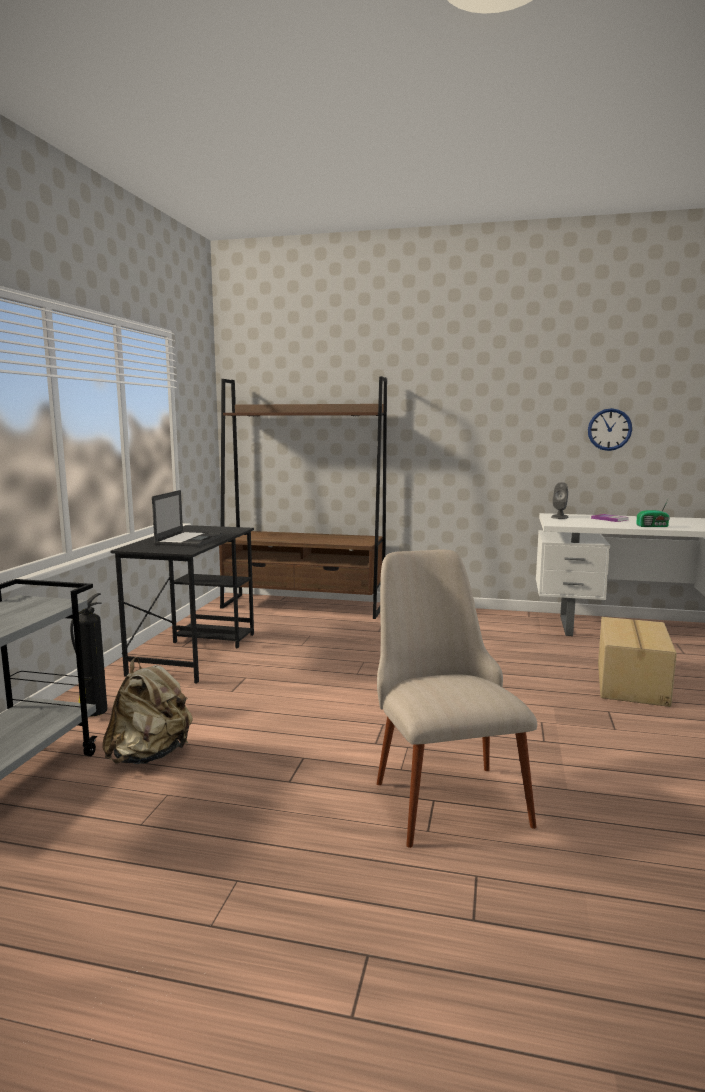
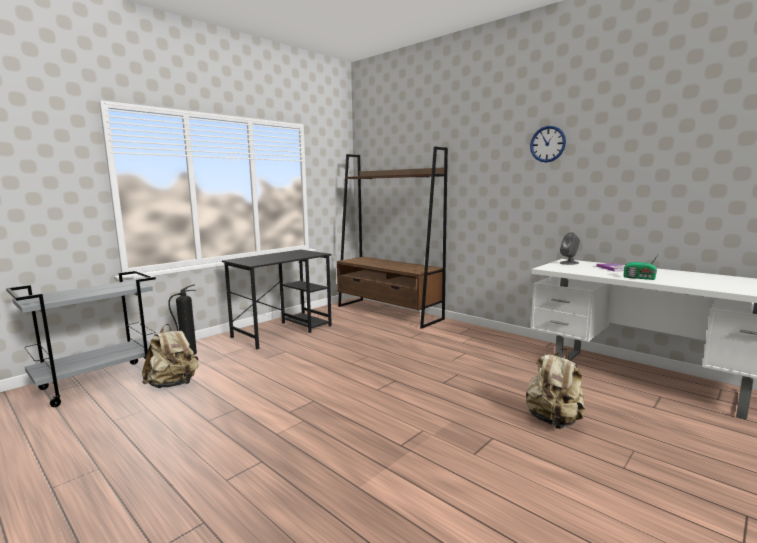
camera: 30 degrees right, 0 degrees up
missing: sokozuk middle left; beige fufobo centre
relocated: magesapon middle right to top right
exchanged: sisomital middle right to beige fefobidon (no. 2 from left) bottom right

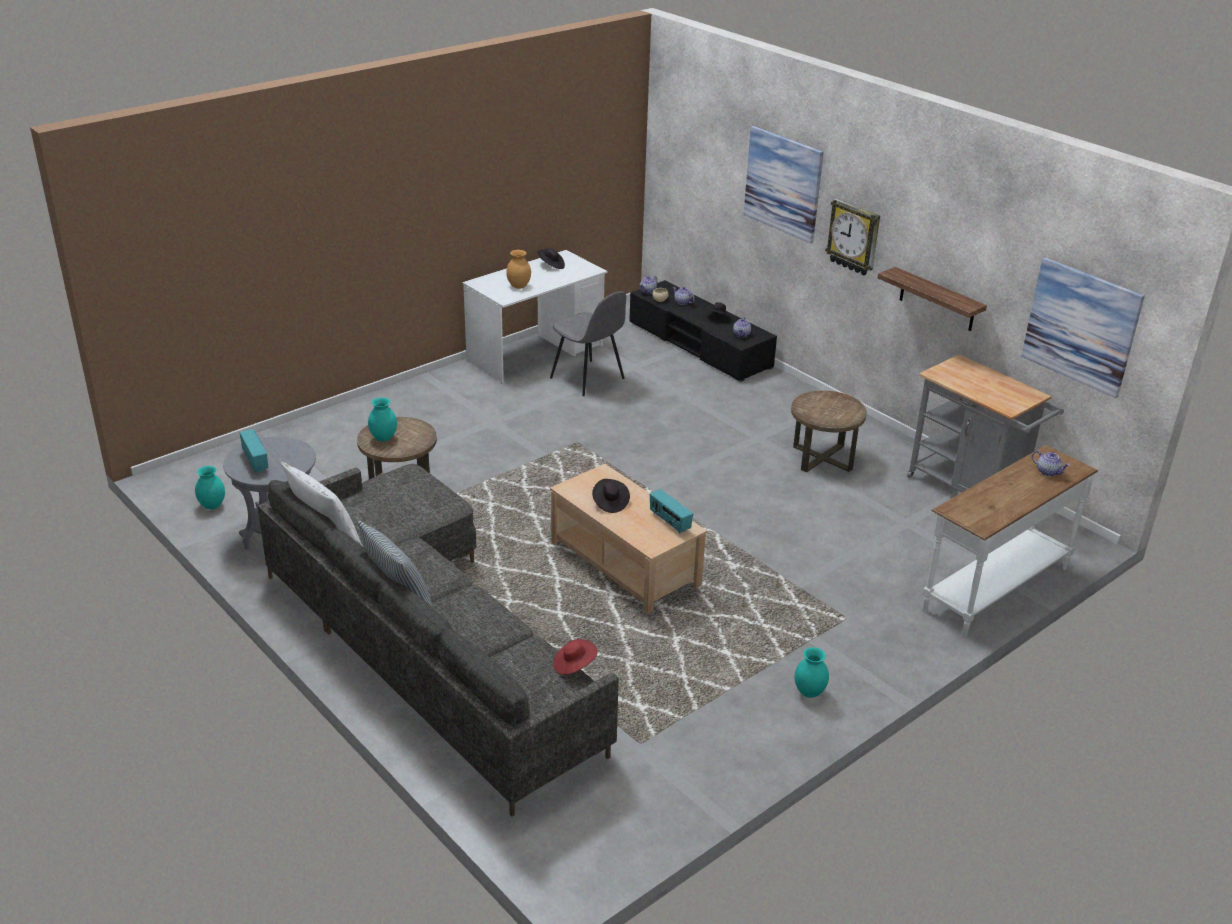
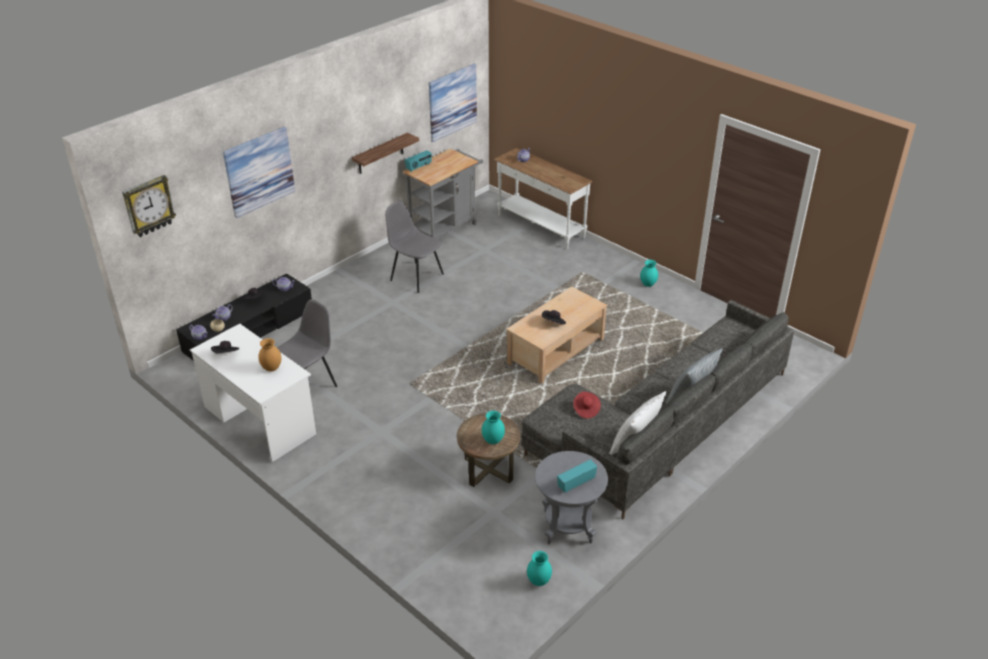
camera: 95 degrees left, 5 degrees up
relocated: magesapon top right to top left; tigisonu (no. 2 from left in the first image) centre to tigisonu (no. 1 from left) top centre; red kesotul bottom centre to centre
exchanged: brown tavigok (no. 2 from left) middle right to grey fufobo (no. 2 from left) centre

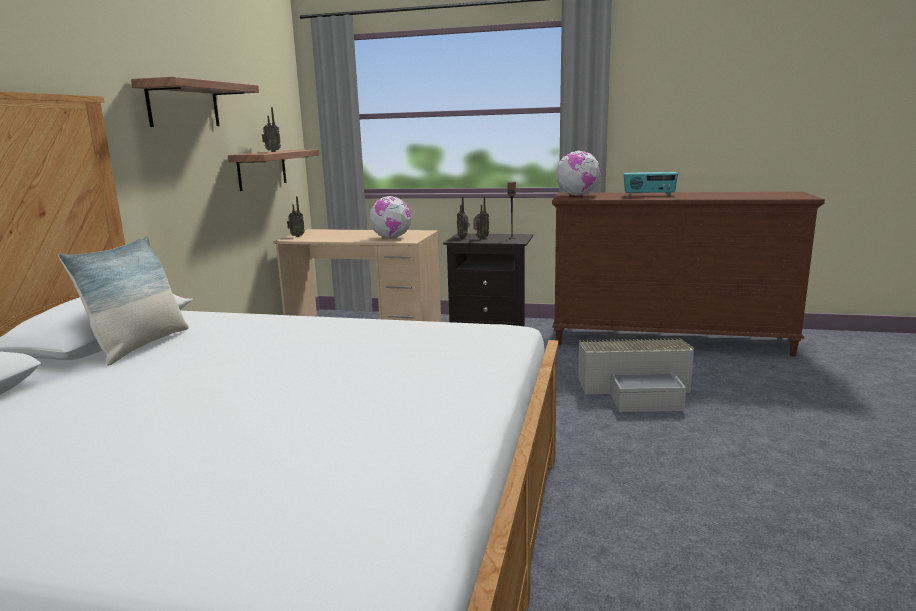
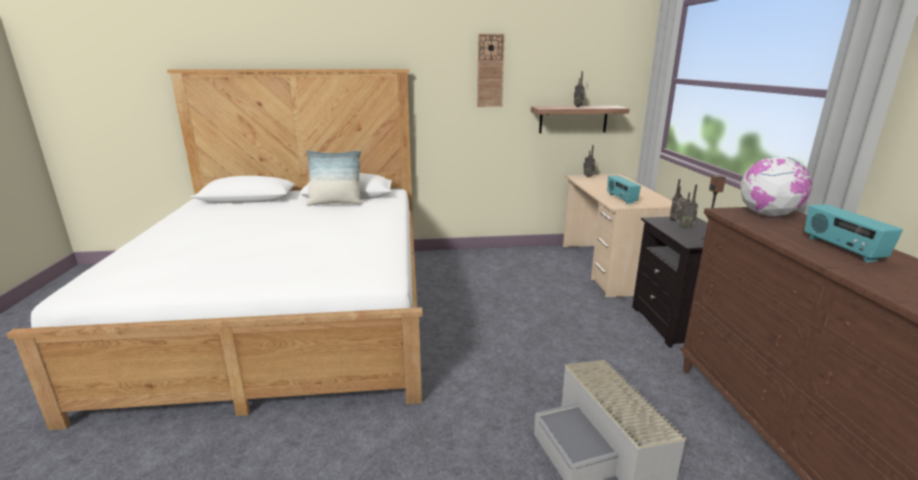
camera: 70 degrees right, 5 degrees up
exchanged: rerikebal (no. 1 from left) top left to magesapon top centre; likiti (no. 1 from left) centre to tigisonu (no. 3 from left) middle right

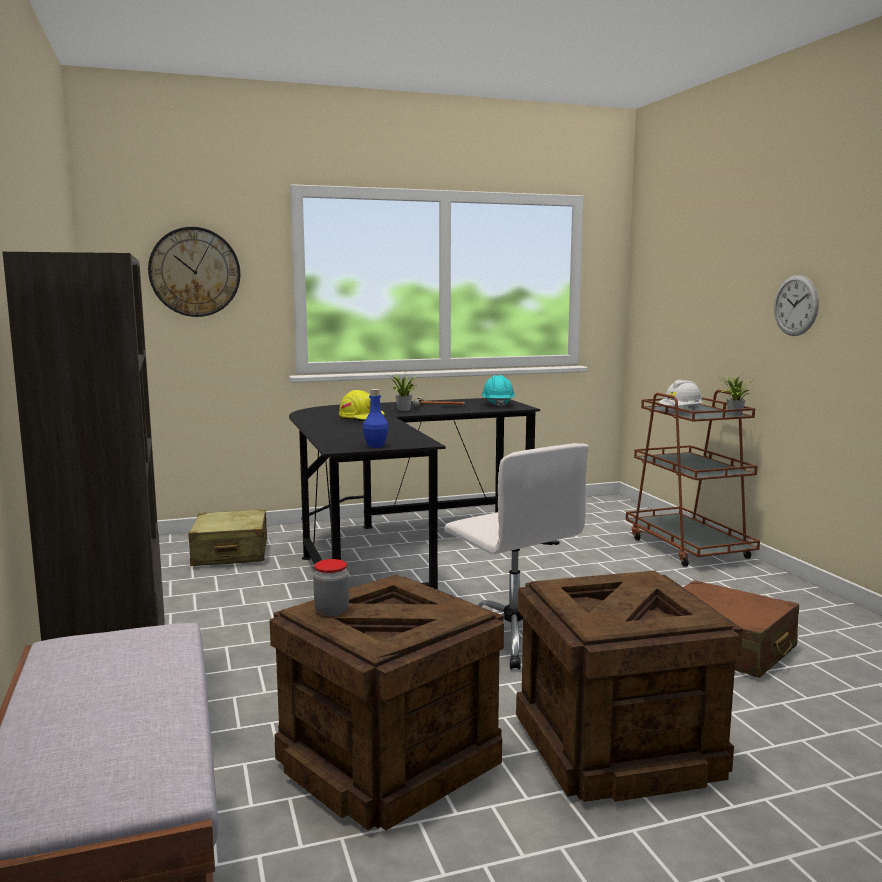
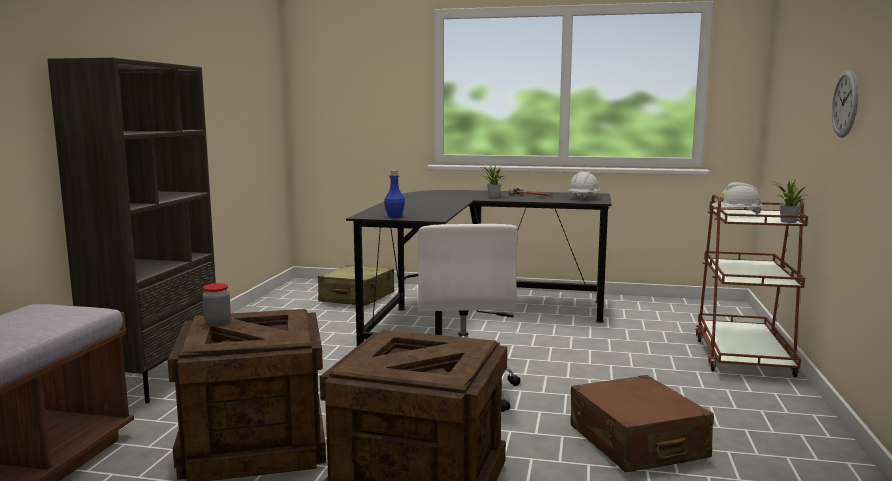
camera: 30 degrees right, 0 degrees up
missing: magesapon (no. 1 from left) top left; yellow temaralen centre
colour: turquoise temaralen centre to white temaralen (no. 1 from left) centre

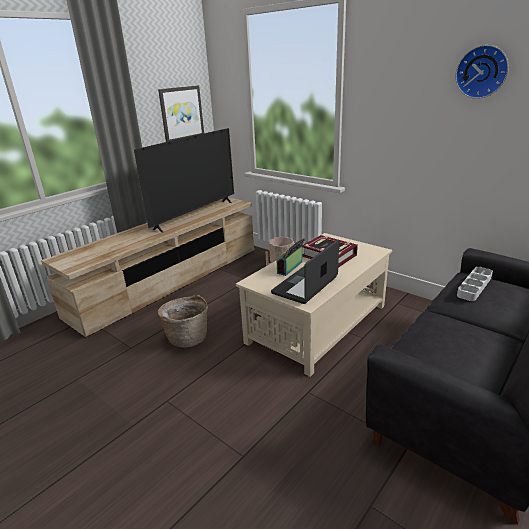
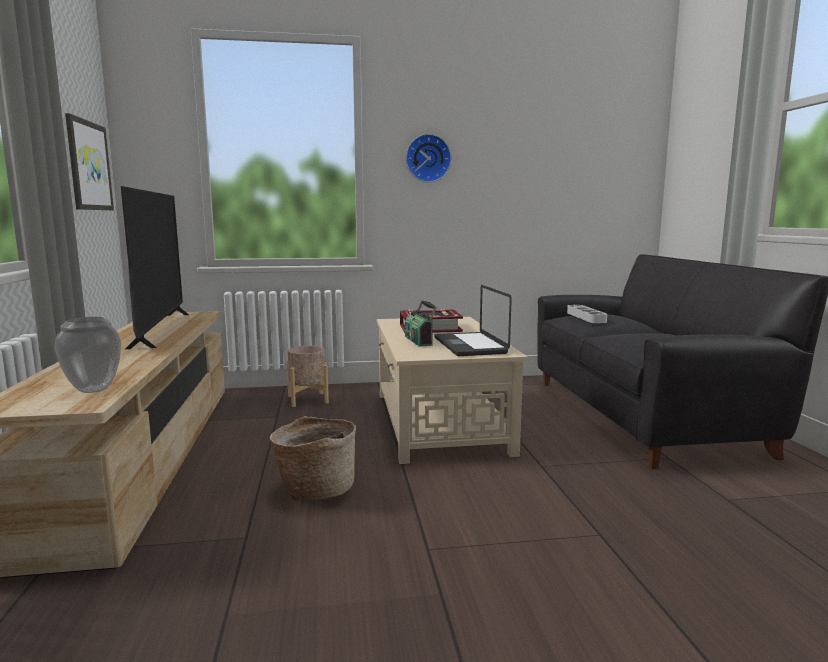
camera: 50 degrees left, 15 degrees down
appeared: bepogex middle left
relocated: magesapon top right to top centre

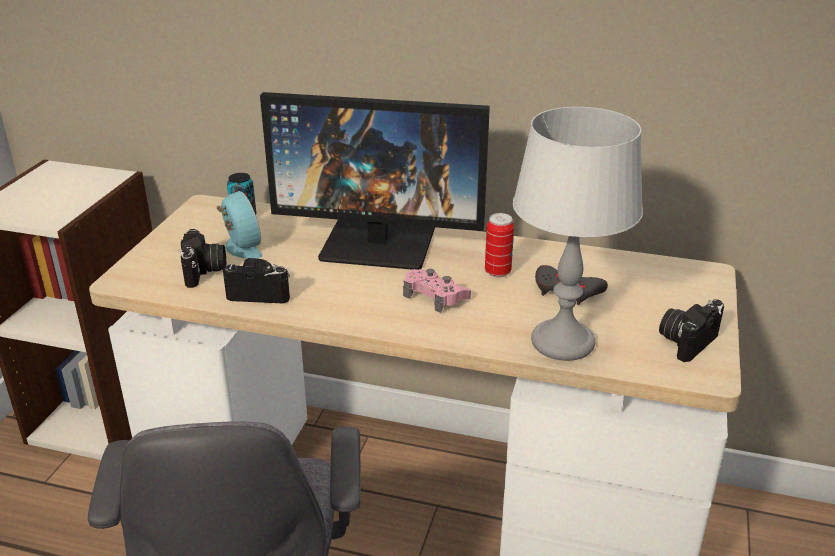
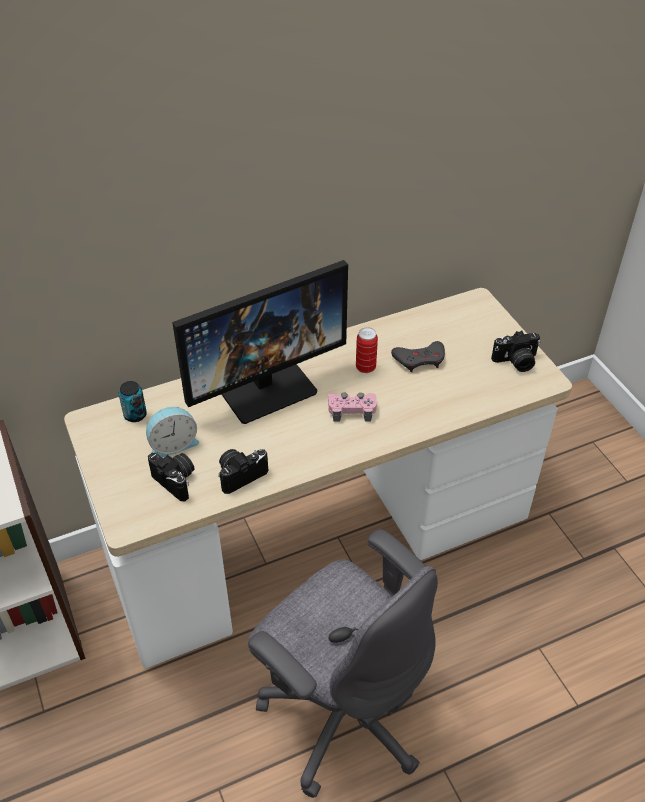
camera: 40 degrees left, 15 degrees up
missing: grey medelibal middle right
spun: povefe middle left = middle left 135 degrees clockwise; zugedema (no. 3 from left) middle right = middle right 105 degrees counterclockwise

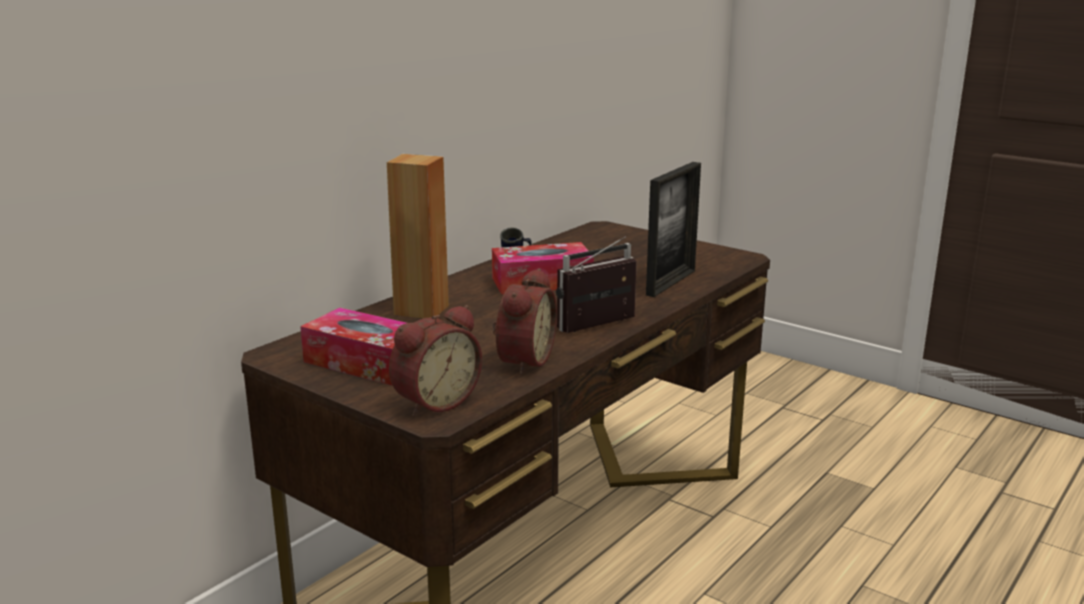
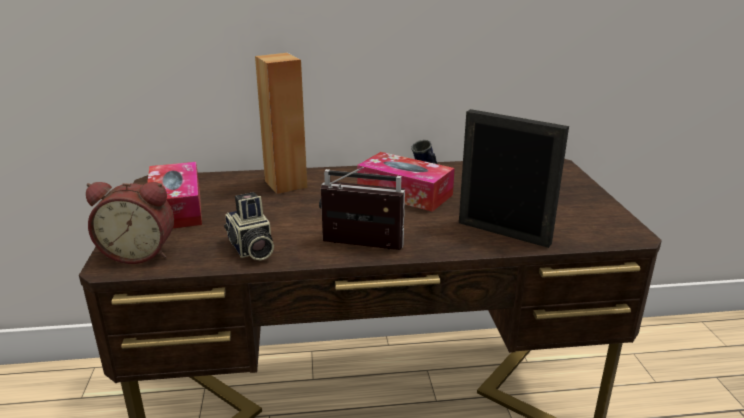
camera: 45 degrees right, 5 degrees up
exchanged: povefe (no. 2 from left) centre to zugedema centre
spun: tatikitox centre = middle right 135 degrees counterclockwise

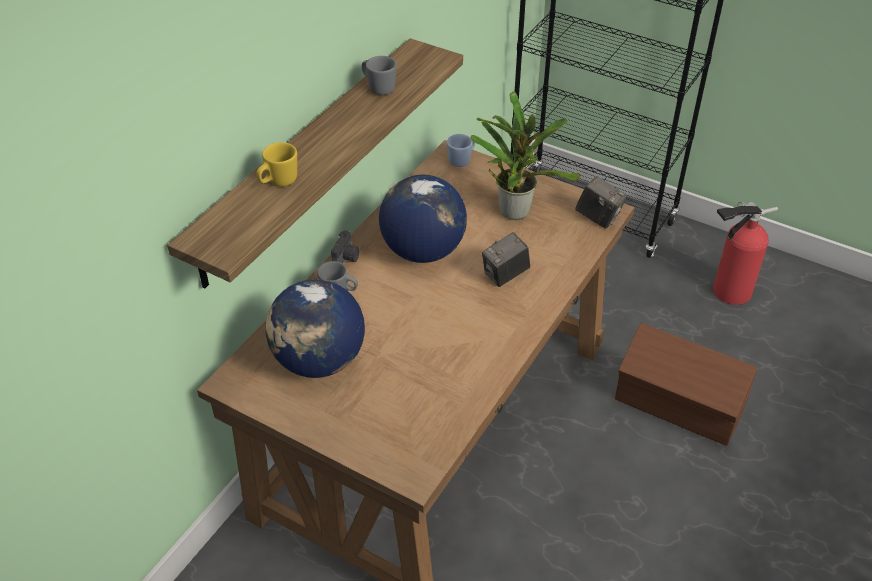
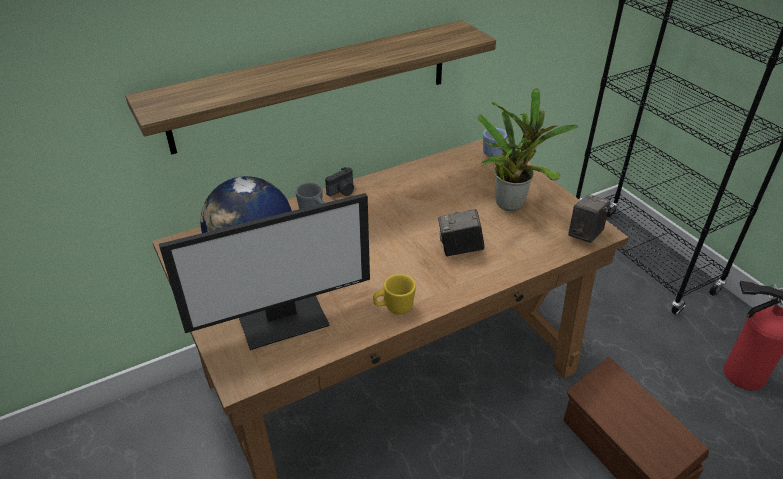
camera: 30 degrees right, 5 degrees down
missing: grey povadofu (no. 2 from left) top centre; likiti (no. 2 from left) centre
appeared: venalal centre
relocated: yellow povadofu top left to centre
spun: zugedema (no. 3 from left) middle right = middle right 120 degrees counterclockwise

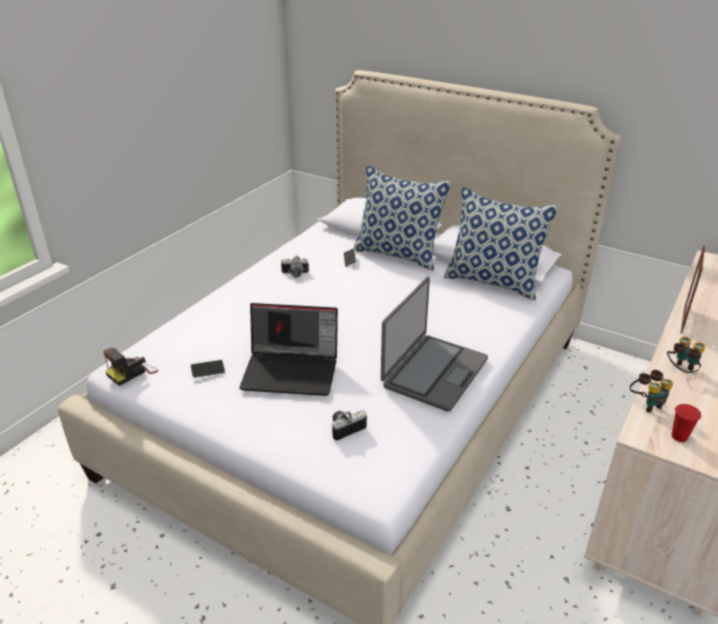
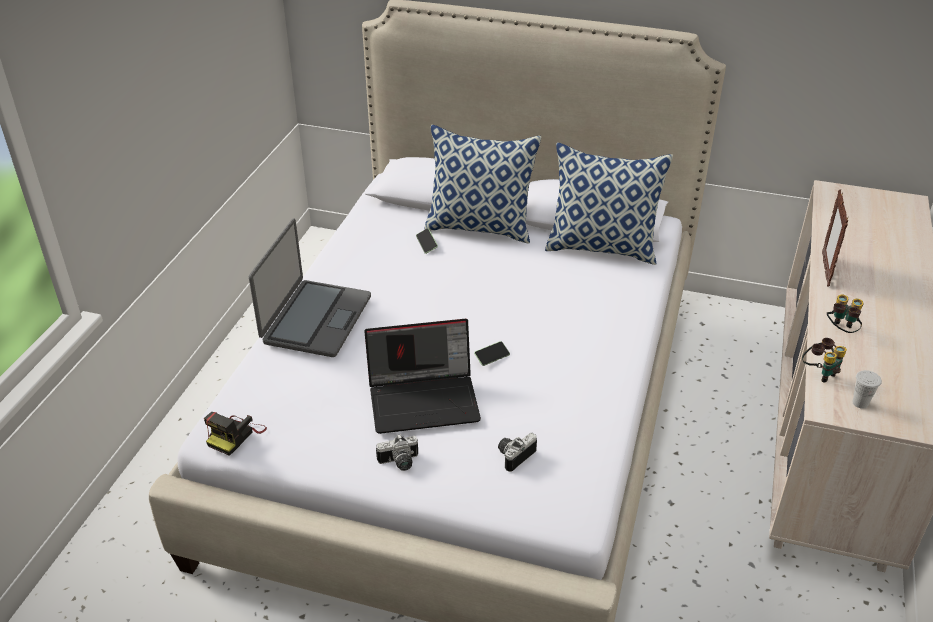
camera: 15 degrees left, 5 degrees up
relocated: sokozuk (no. 2 from left in the first image) centre to sokozuk (no. 1 from left) middle left; zugedema (no. 2 from left) centre to bottom centre; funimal (no. 1 from left in the first image) middle left to funimal (no. 2 from left) centre
colour: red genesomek bottom right to white genesomek middle right

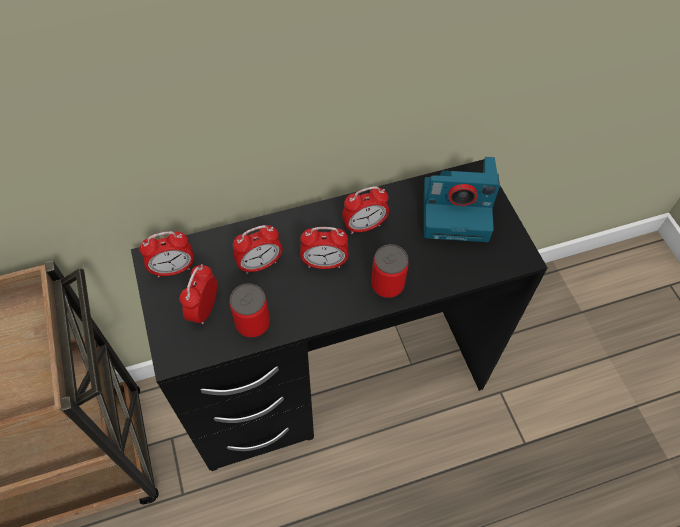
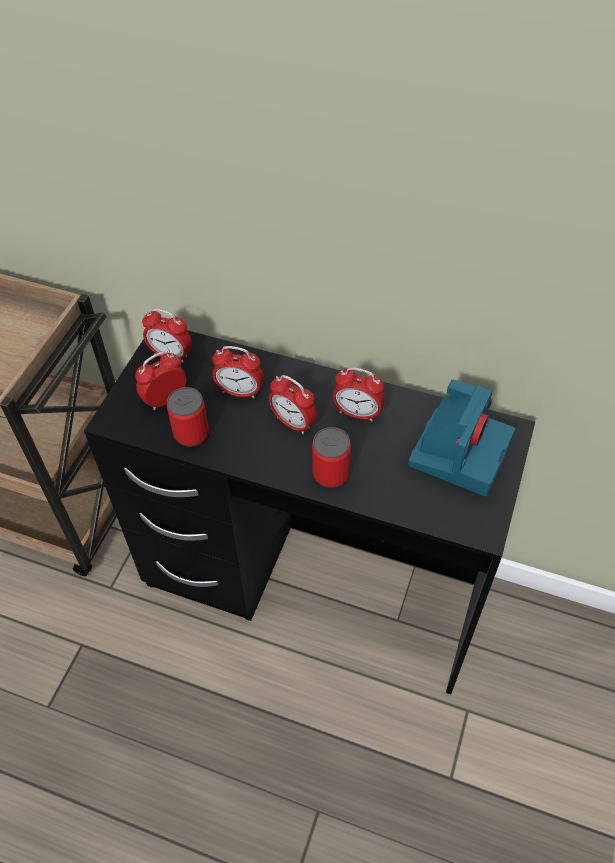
camera: 40 degrees right, 5 degrees down
spun: zugedema middle right = middle right 105 degrees counterclockwise

